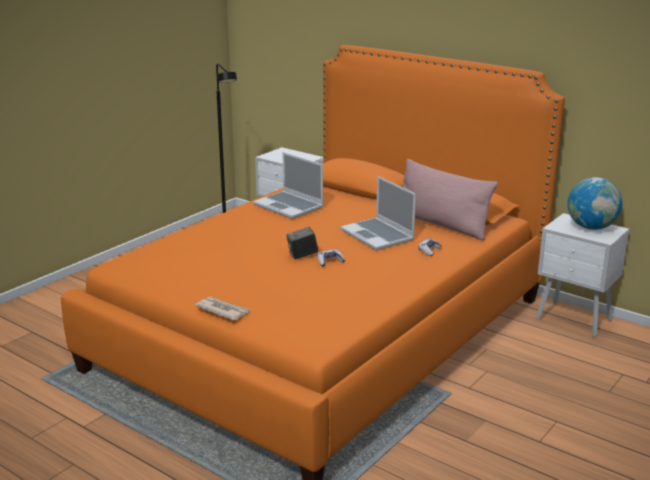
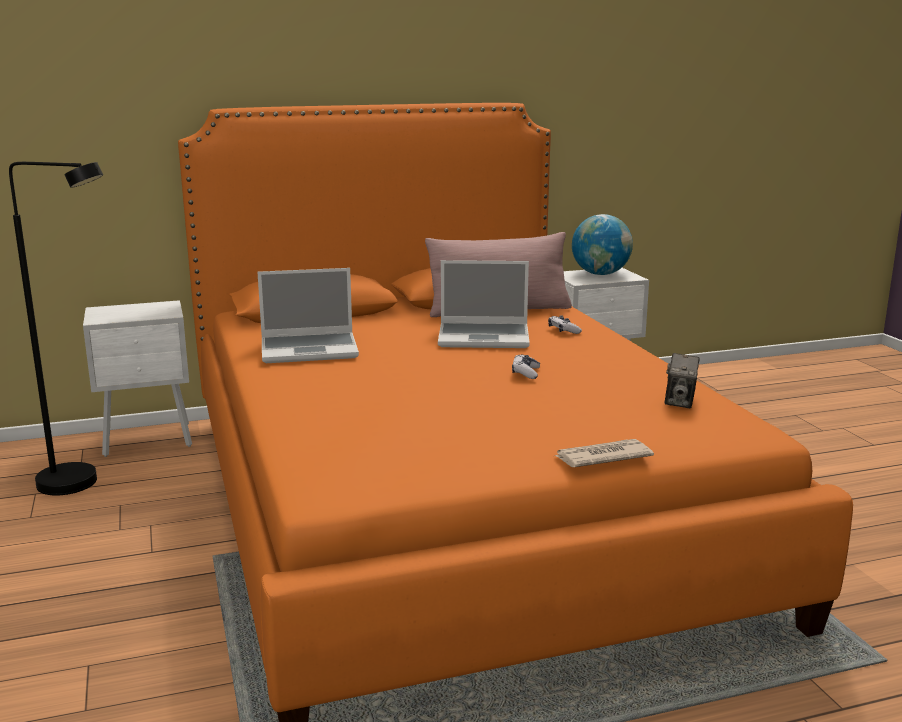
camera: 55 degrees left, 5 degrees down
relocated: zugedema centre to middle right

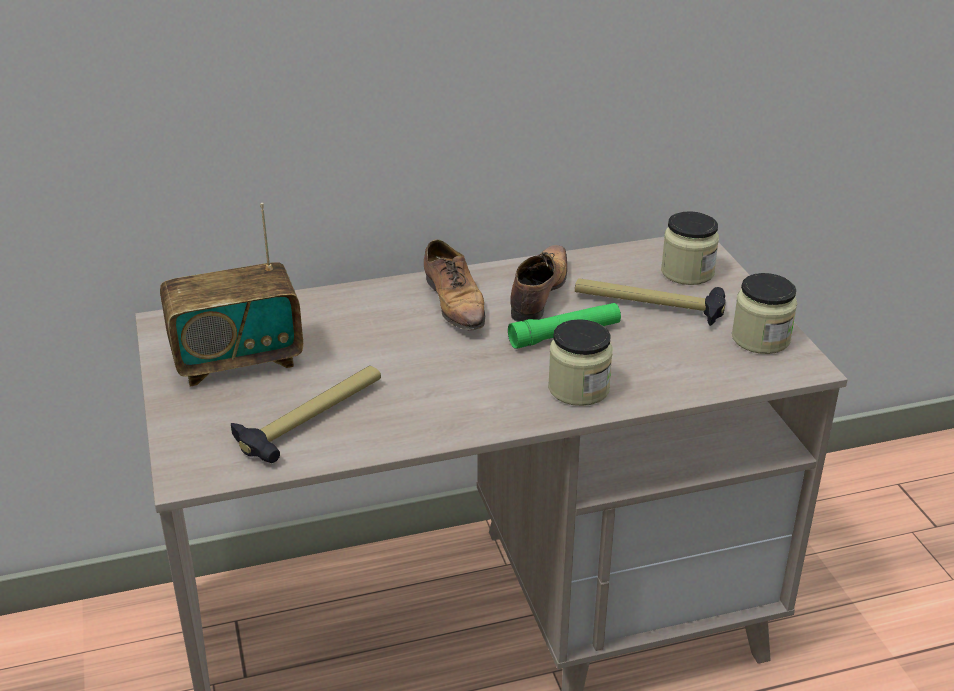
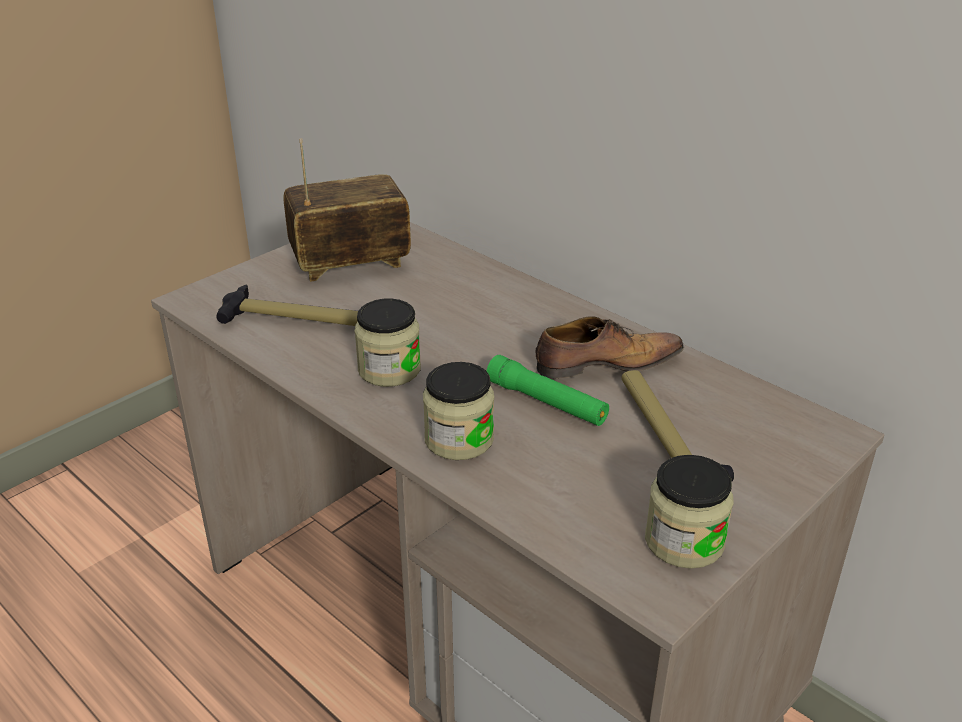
camera: 60 degrees right, 0 degrees up
missing: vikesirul (no. 1 from left) centre
relocated: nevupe (no. 2 from left in the first image) middle right to nevupe (no. 1 from left) centre
spun: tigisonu middle left = top centre 120 degrees clockwise

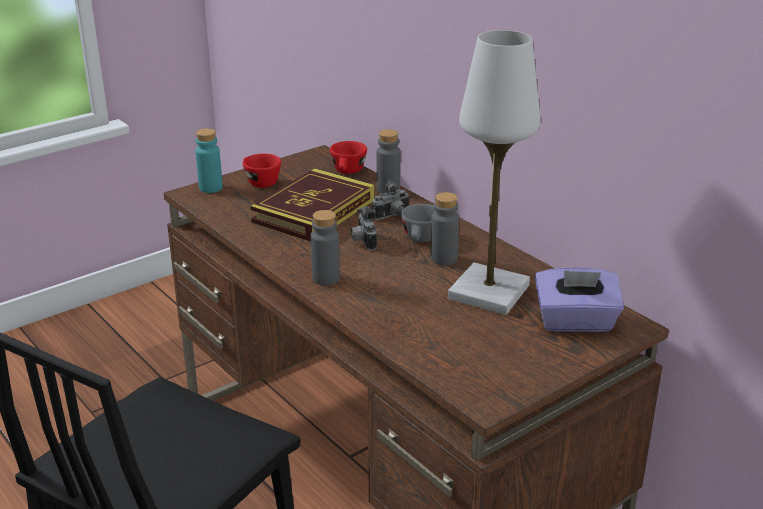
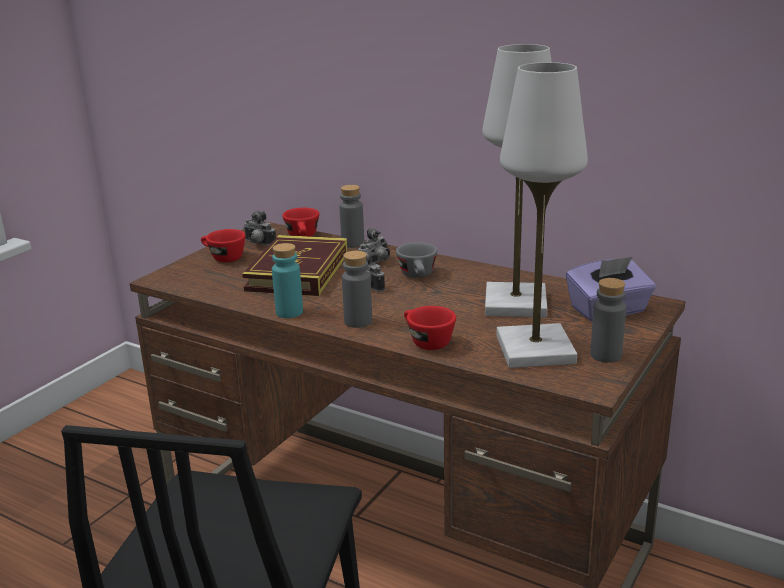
camera: 20 degrees left, 5 degrees down
appeared: zugedema (no. 1 from left) middle left; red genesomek (no. 3 from left) centre; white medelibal (no. 2 from left) middle right
relocated: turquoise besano top left to centre; grey besano (no. 3 from left) centre to middle right

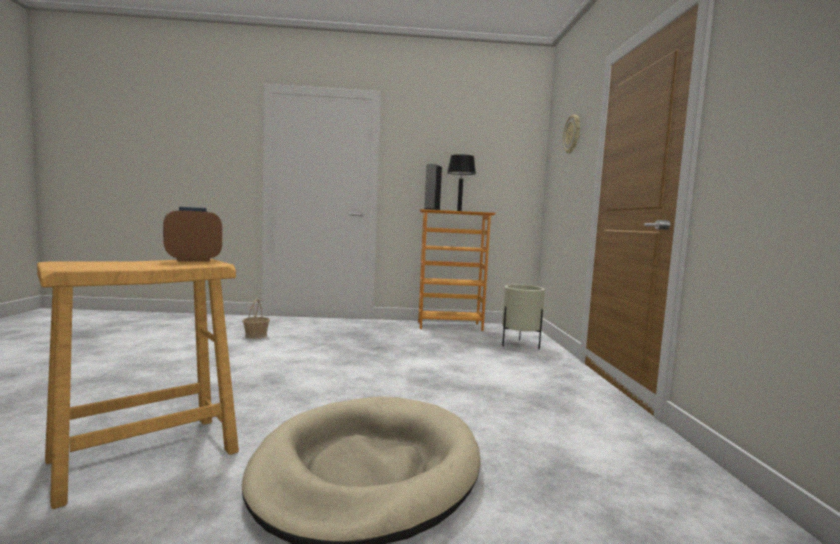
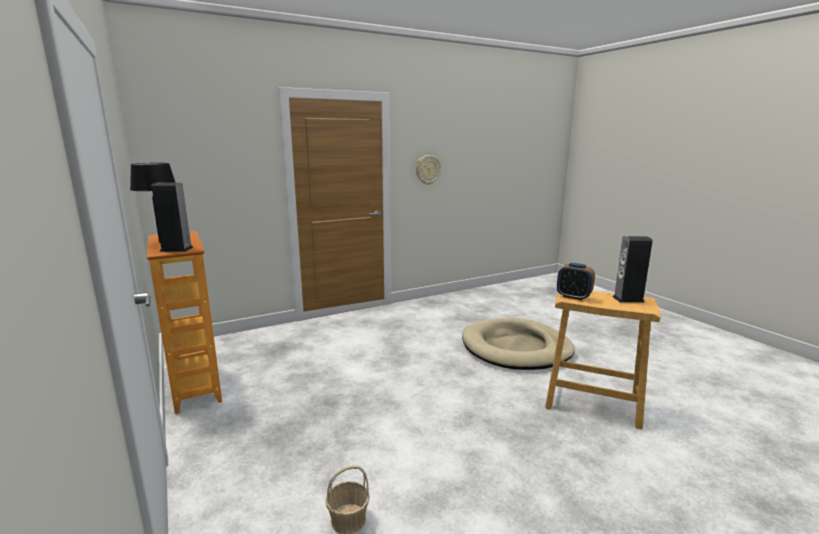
camera: 115 degrees left, 10 degrees up
missing: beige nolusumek centre
appeared: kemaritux (no. 2 from left) middle right
relocated: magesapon top right to top centre

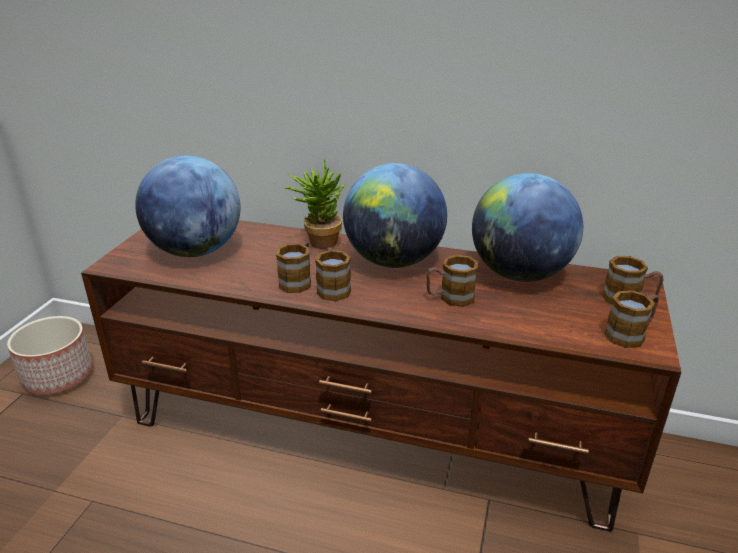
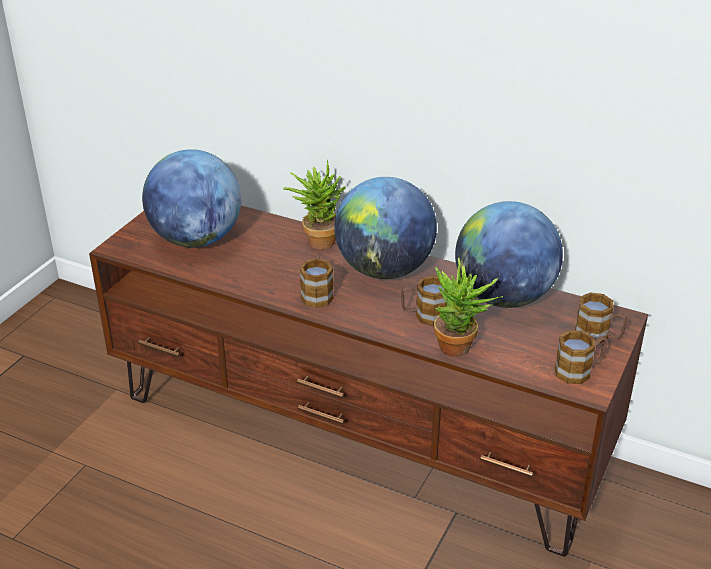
camera: 10 degrees right, 5 degrees up
missing: nolusumek middle left; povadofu (no. 1 from left) centre
appeared: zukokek (no. 2 from left) centre

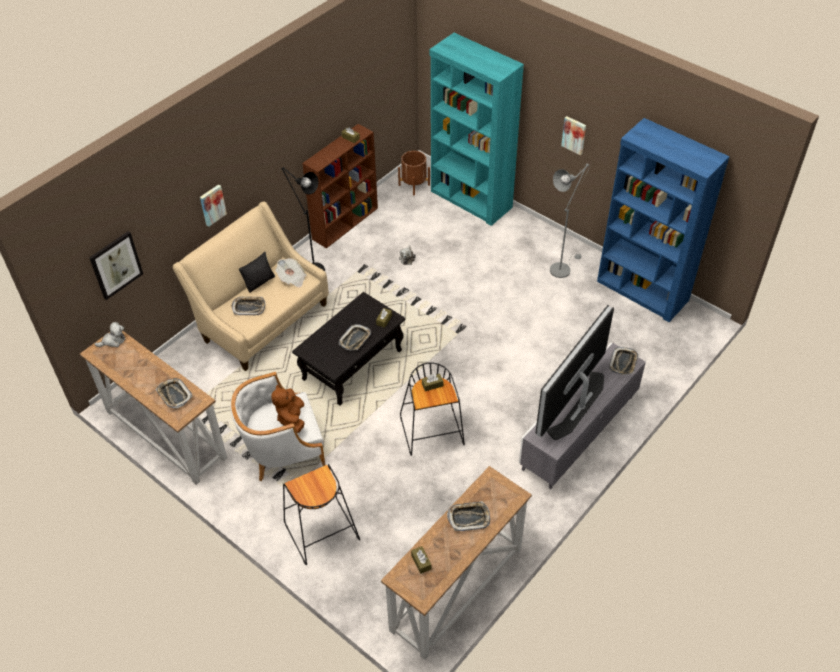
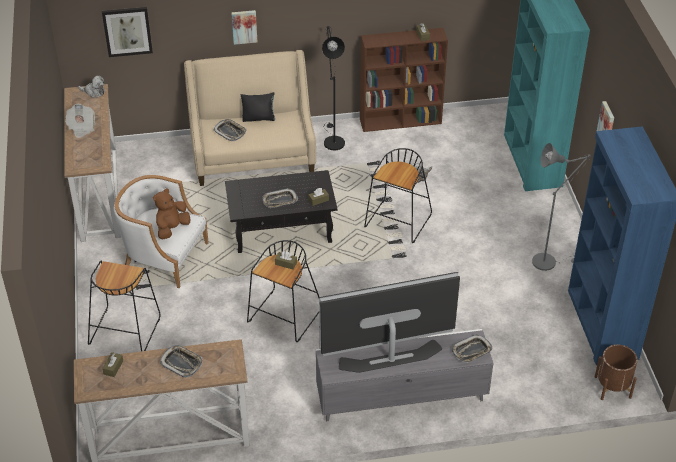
camera: 40 degrees right, 5 degrees down
missing: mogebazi (no. 1 from left) middle left
appeared: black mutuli (no. 3 from left) centre
relocated: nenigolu centre to top left; brown nolusumek top centre to bottom right

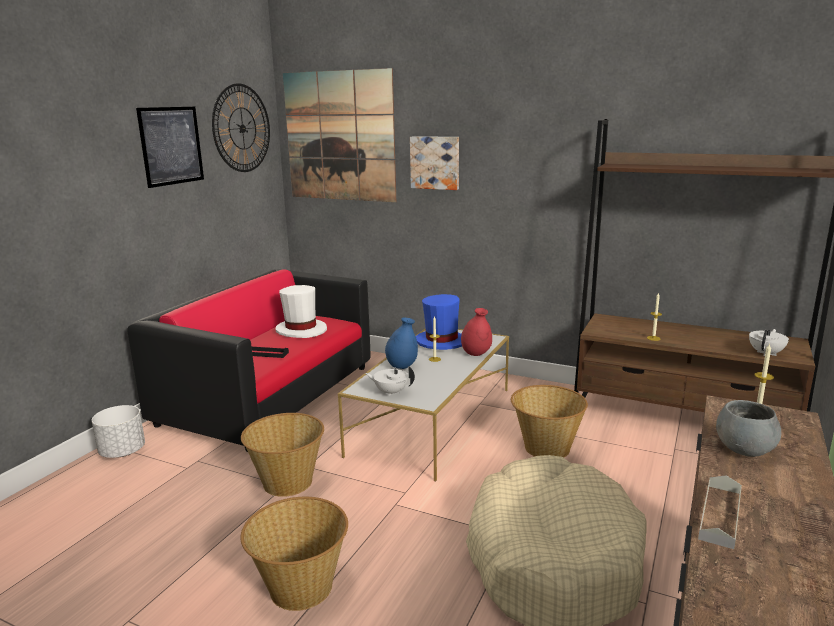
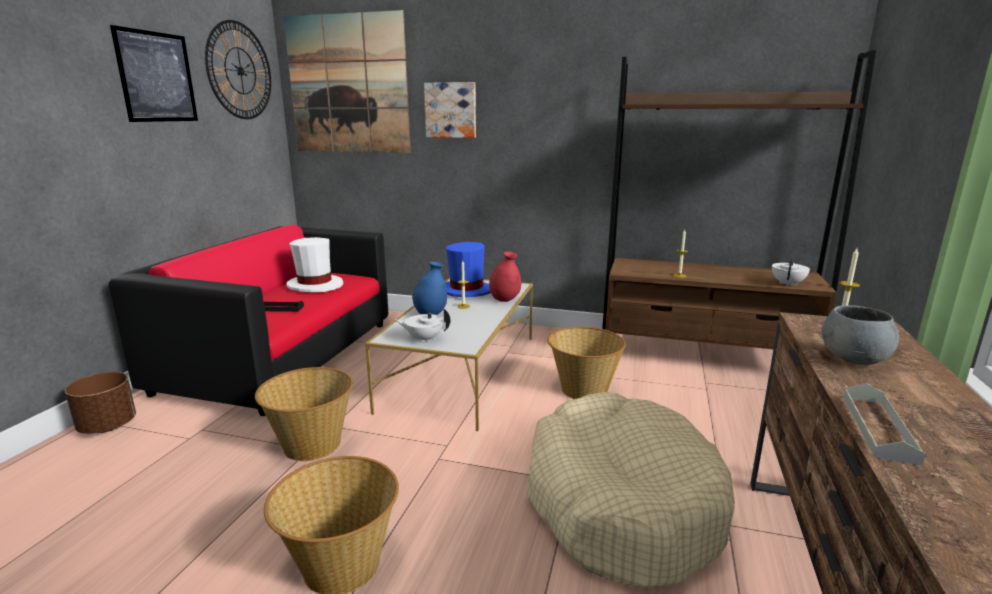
camera: 10 degrees left, 0 degrees up
colour: white nolusumek bottom left to brown nolusumek bottom left

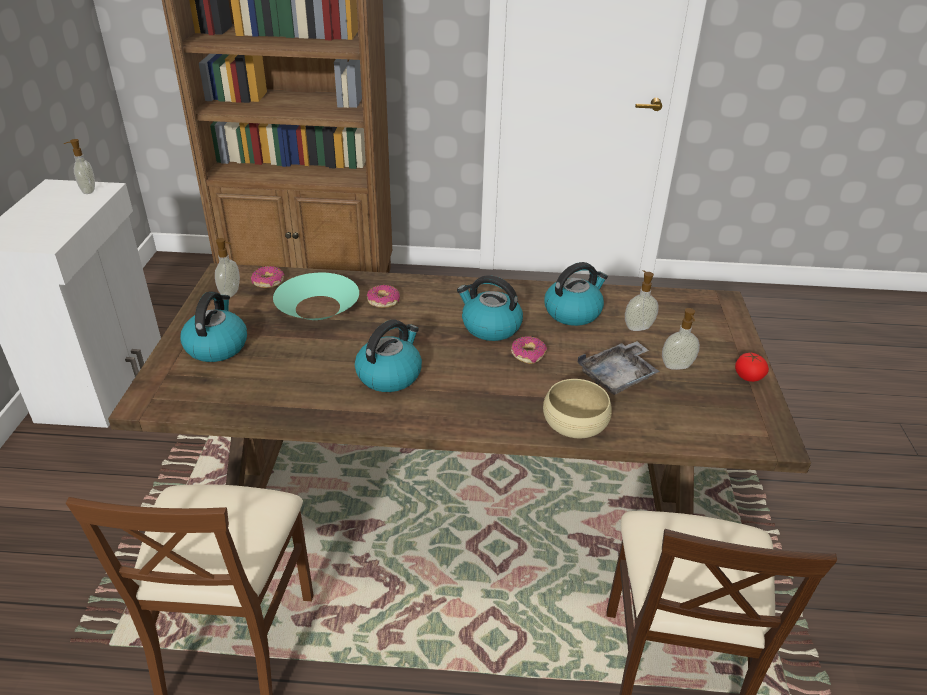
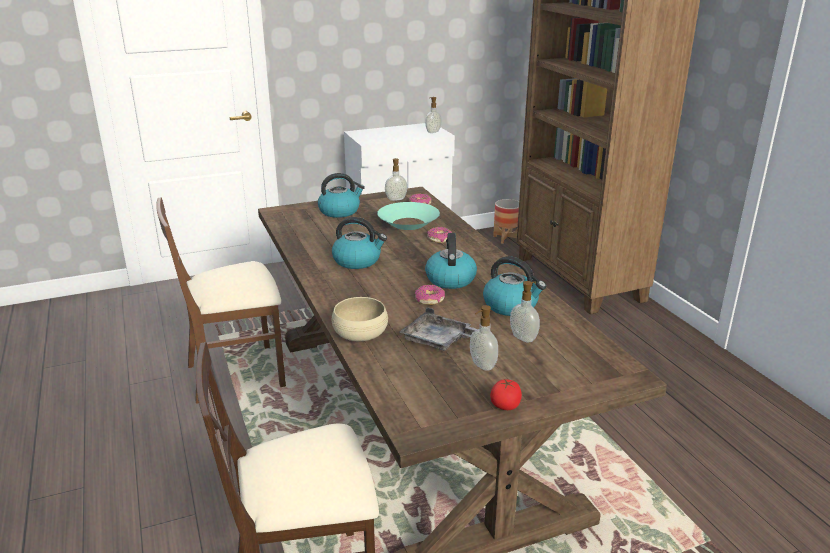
camera: 65 degrees right, 10 degrees down
appeared: nolusumek centre

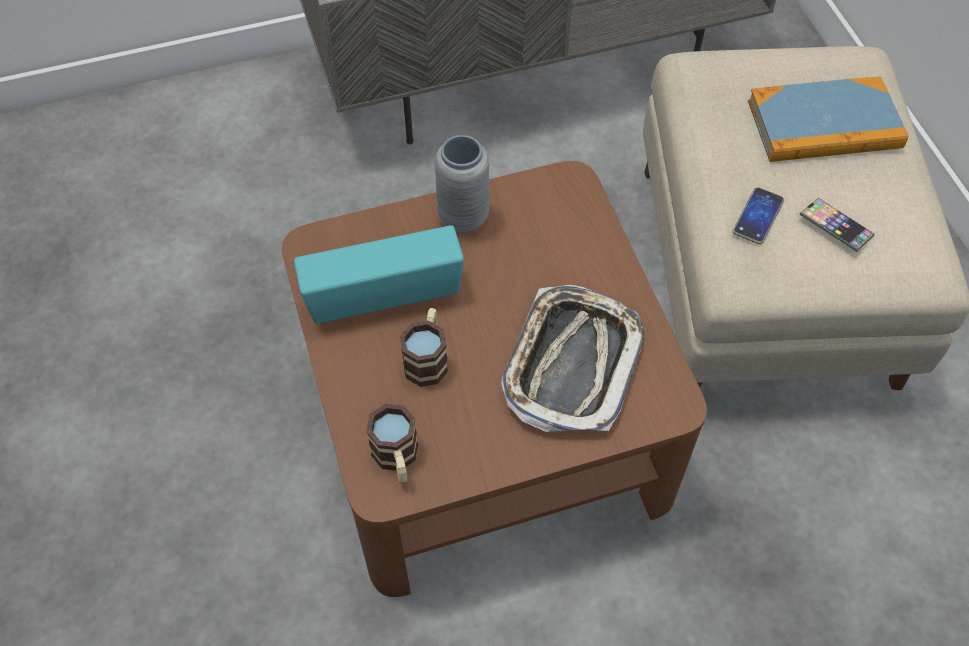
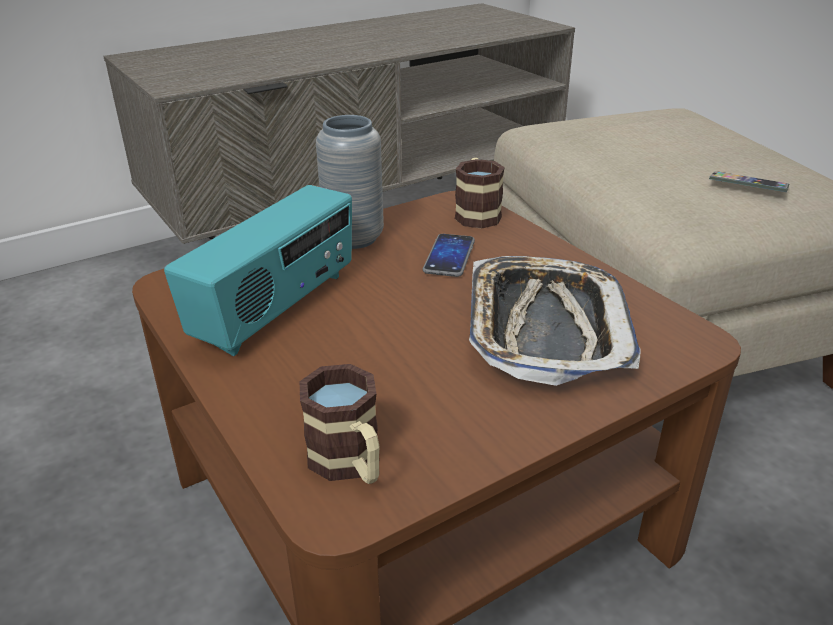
camera: 15 degrees left, 25 degrees down
missing: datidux top right
relocated: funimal (no. 1 from left) top right to centre; povadofu (no. 2 from left) centre to top centre
spun: tigisonu centre = middle left 150 degrees clockwise

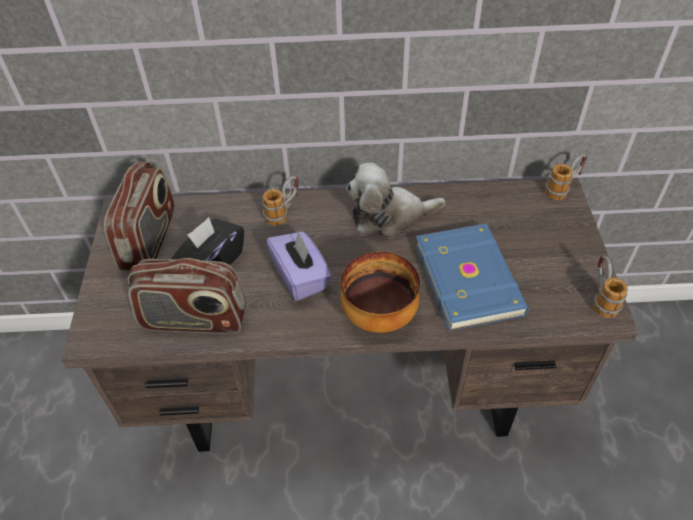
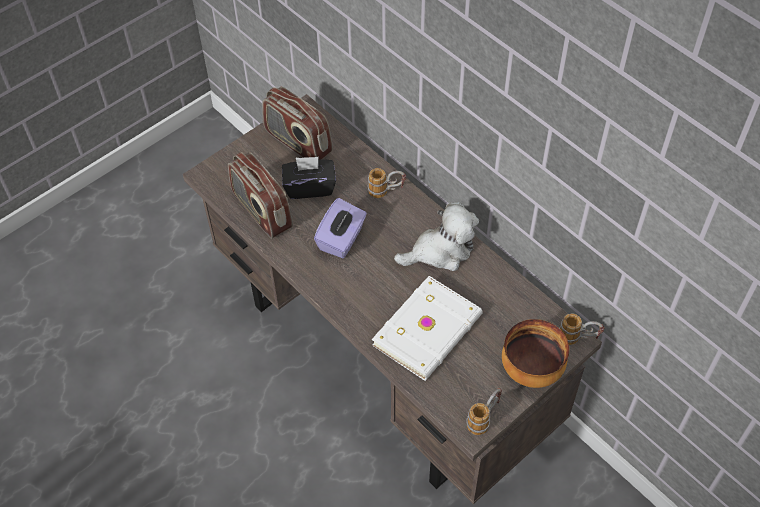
camera: 50 degrees right, 5 degrees up
relocated: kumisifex centre to bottom right
colour: blue datidux middle right to white datidux centre
spun: tigisonu (no. 1 from left in the first image) middle left = top centre 75 degrees clockwise; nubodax centre = centre 120 degrees clockwise

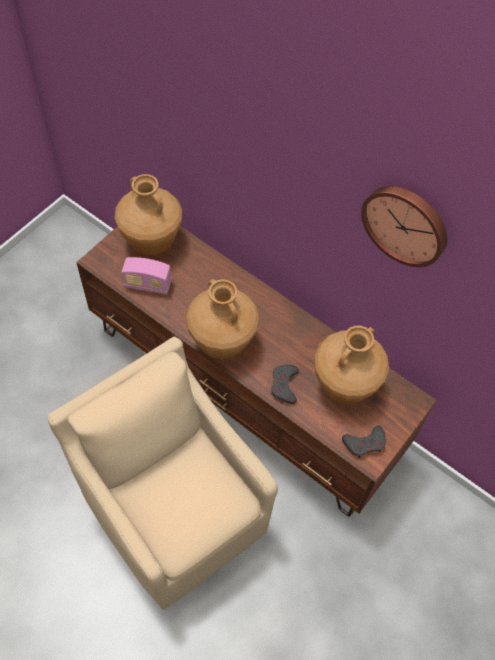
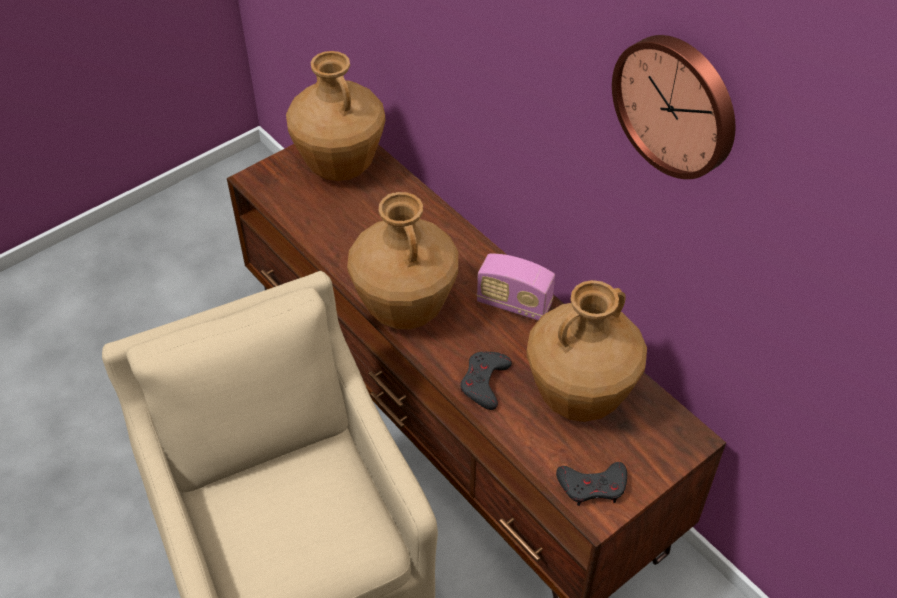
camera: 15 degrees right, 10 degrees down
relocated: tigisonu middle left to centre

